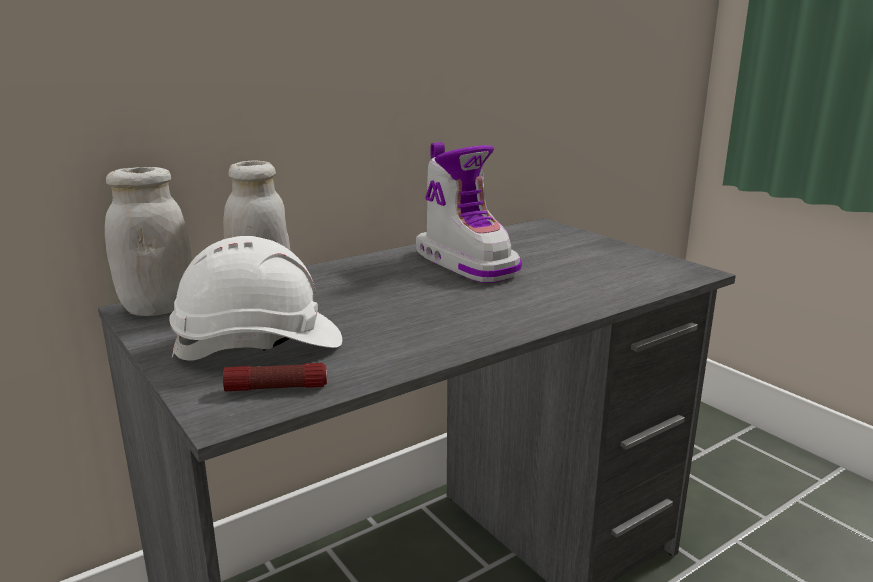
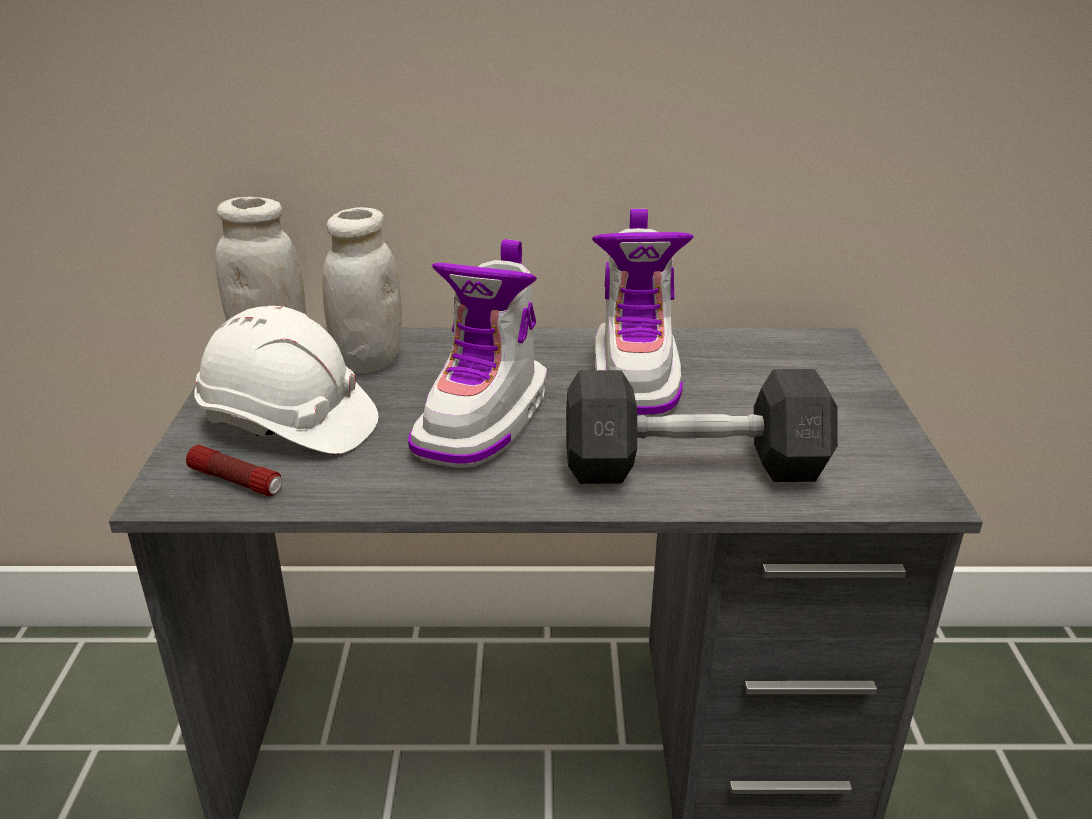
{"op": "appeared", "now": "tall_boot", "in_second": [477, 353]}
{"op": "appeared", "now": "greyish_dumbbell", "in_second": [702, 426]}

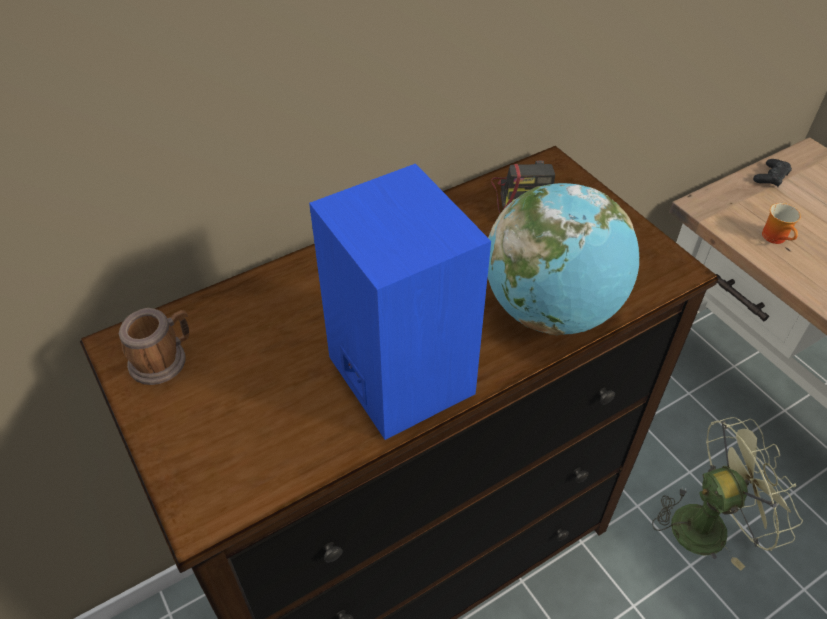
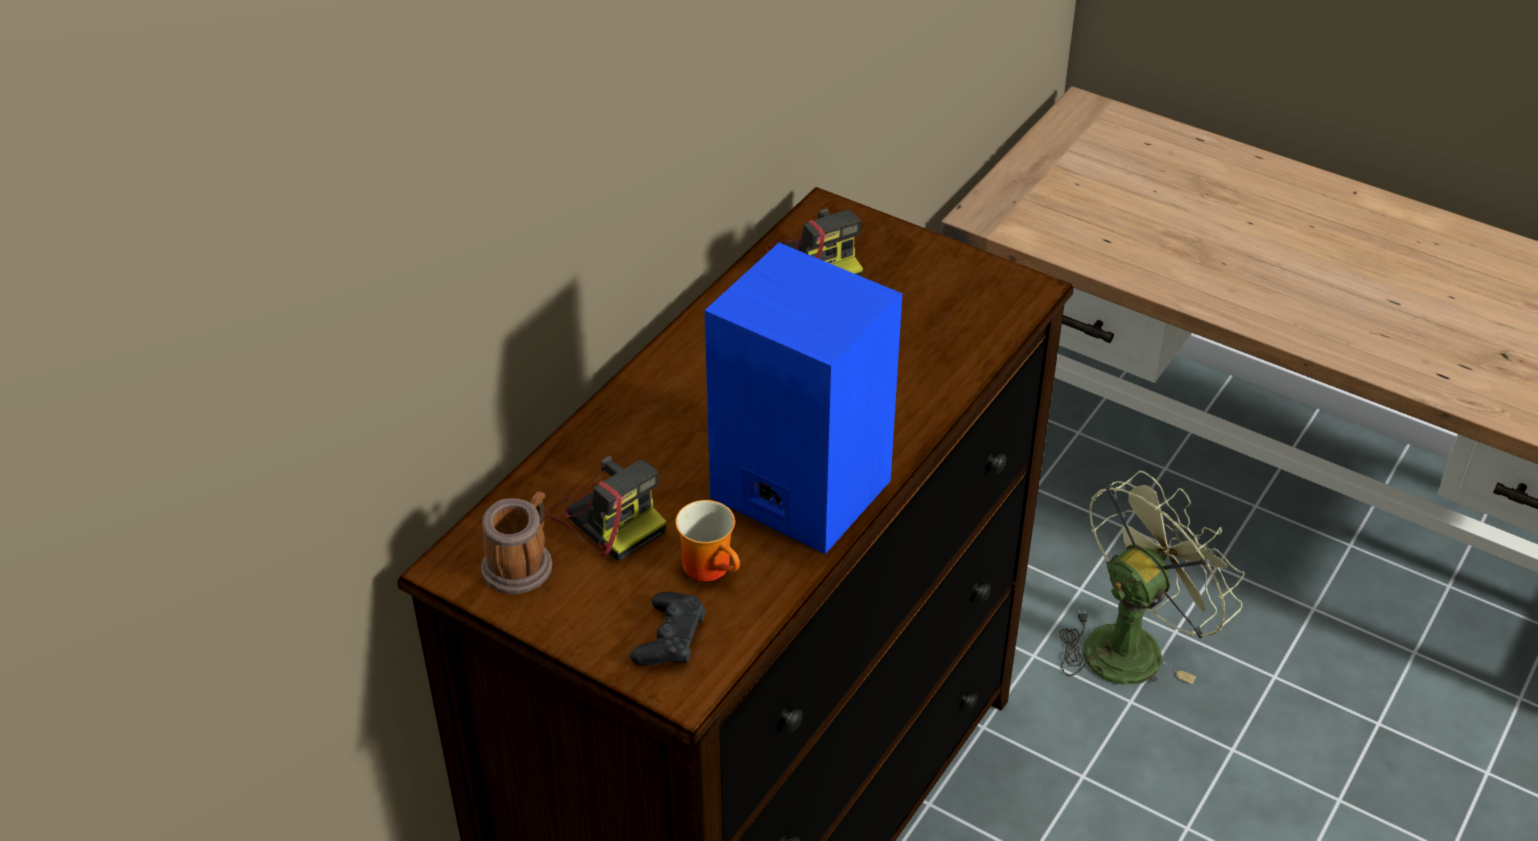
{"op": "missing", "was": "globe", "in_first": [563, 259]}
{"op": "relocated", "was": "black_game_controller", "in_first": [772, 173], "in_second": [668, 628]}
{"op": "relocated", "was": "coffee_mug", "in_first": [781, 223], "in_second": [707, 540]}
{"op": "appeared", "now": "still_camera", "in_second": [606, 509]}

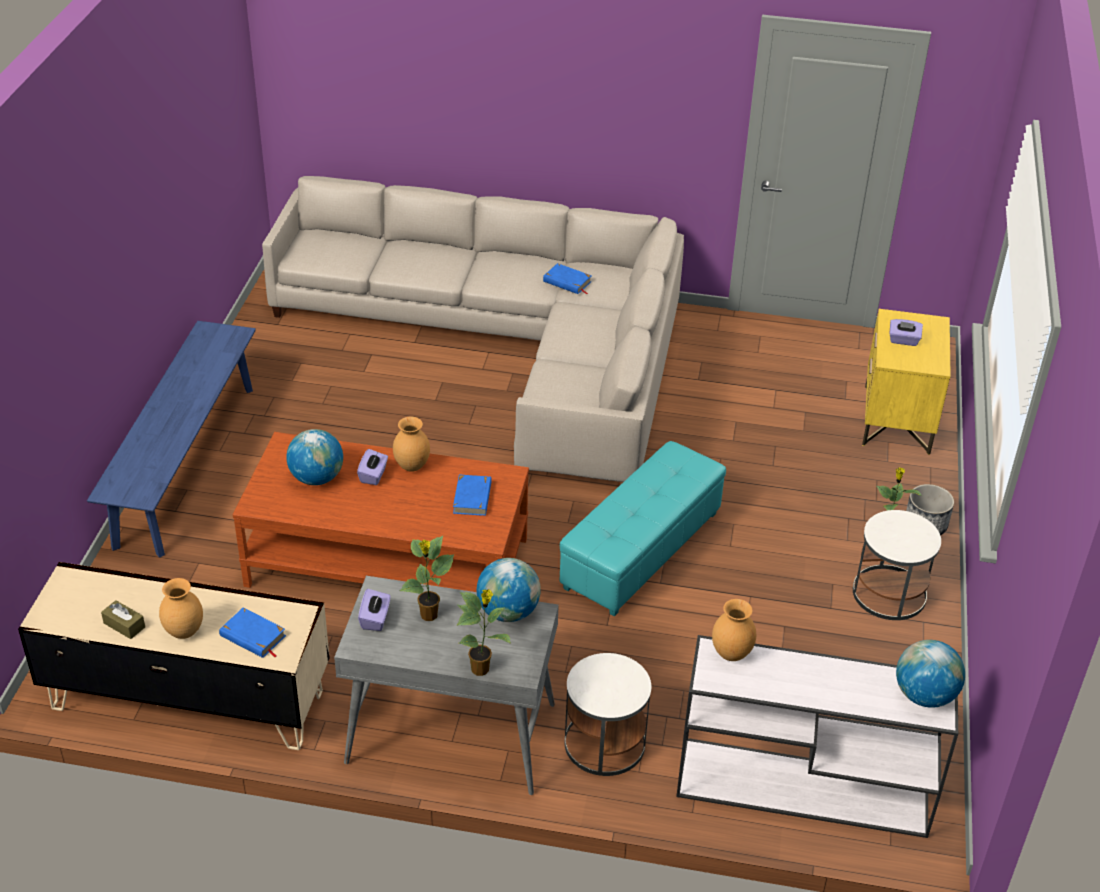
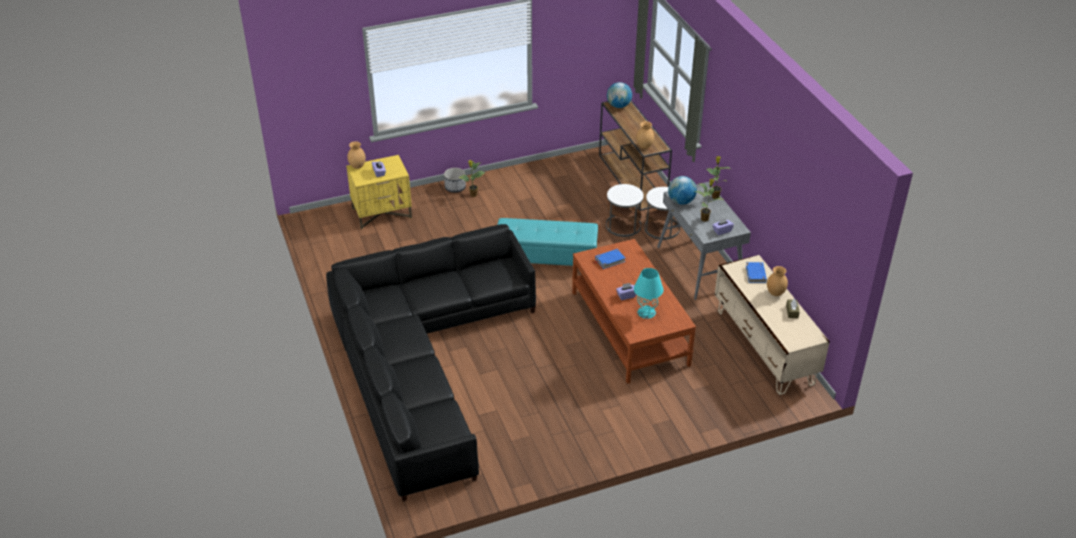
{"op": "missing", "was": "blue-coloured_bench", "in_first": [171, 439]}
{"op": "colour", "was": "beige-coloured_sofa", "now": "black_sofa", "in_first": [473, 329], "in_second": [431, 362]}
{"op": "exchanged", "was": "globe", "now": "turquoise-coloured_lamp_for_a_table", "in_first": [314, 457], "in_second": [649, 293]}
{"op": "relocated", "was": "brownish_decorative_vase", "in_first": [411, 444], "in_second": [356, 155]}
{"op": "missing", "was": "blue-coloured_bound_book", "in_first": [567, 278]}
{"op": "colour", "was": "white-coloured_console_table", "now": "brownish_console_table", "in_first": [817, 736], "in_second": [635, 155]}
{"op": "relocated", "was": "white-coloured_end_table", "in_first": [897, 565], "in_second": [625, 210]}

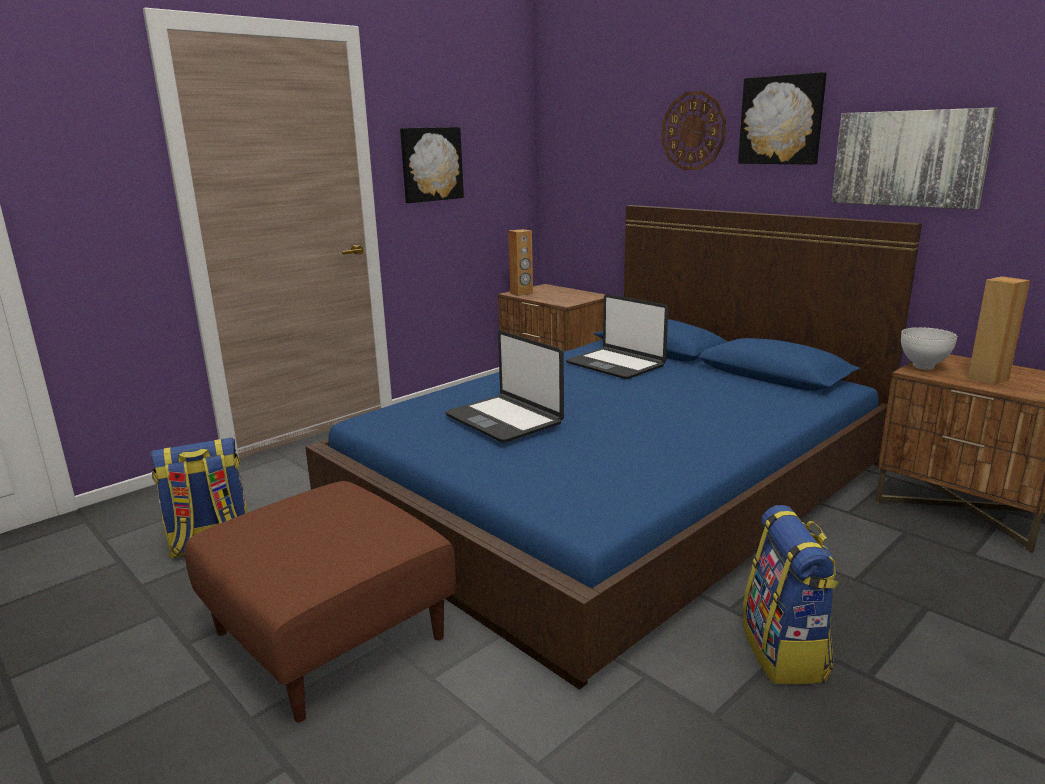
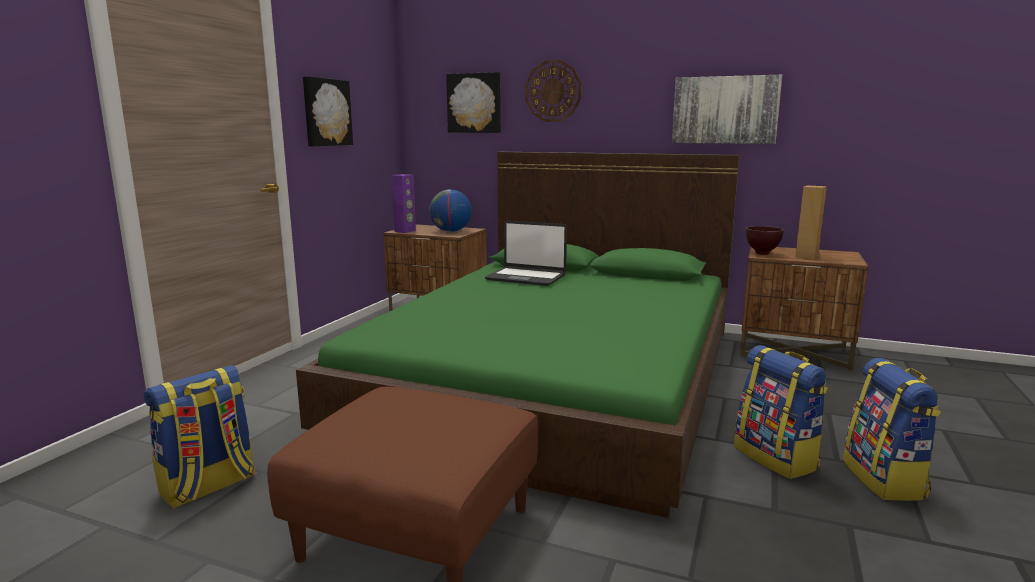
{"op": "colour", "was": "blue-coloured_bedroom_bed", "now": "greenish_bedroom_bed", "in_first": [613, 447], "in_second": [518, 335]}
{"op": "missing", "was": "portable_computer", "in_first": [504, 387]}
{"op": "colour", "was": "brownish_speaker", "now": "purple_speaker", "in_first": [520, 262], "in_second": [404, 203]}
{"op": "relocated", "was": "wall_art", "in_first": [782, 118], "in_second": [473, 102]}
{"op": "colour", "was": "white-coloured_serving_bowl", "now": "brownish_serving_bowl", "in_first": [929, 348], "in_second": [765, 240]}
{"op": "appeared", "now": "globe", "in_second": [450, 210]}
{"op": "appeared", "now": "backpack", "in_second": [892, 429]}

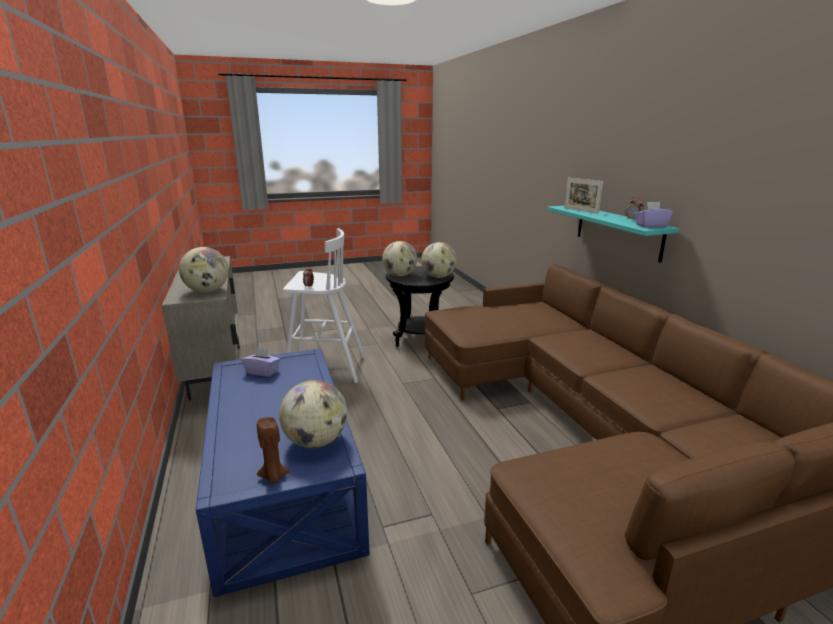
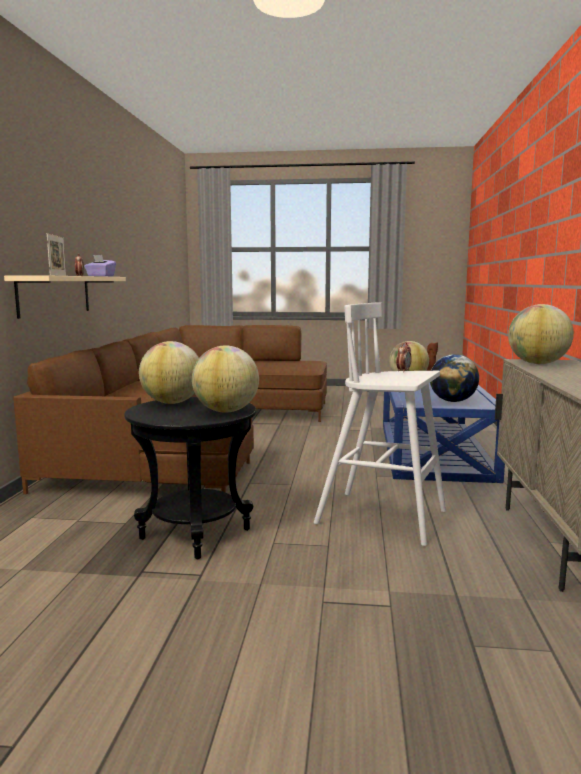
{"op": "exchanged", "was": "purple_tissue_box", "now": "globe", "in_first": [261, 362], "in_second": [454, 378]}
{"op": "colour", "was": "turquoise-coloured_shelf", "now": "beige-coloured_shelf", "in_first": [613, 234], "in_second": [65, 297]}

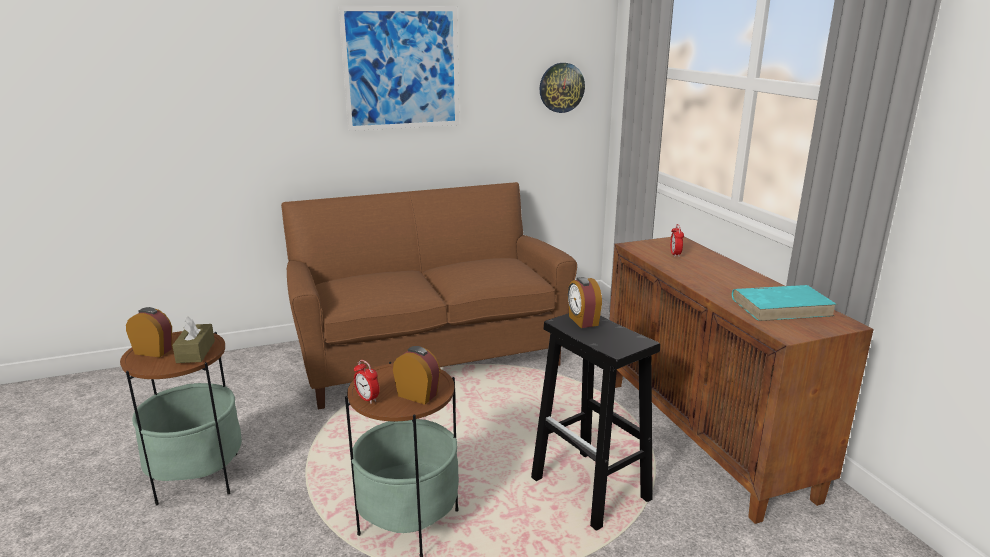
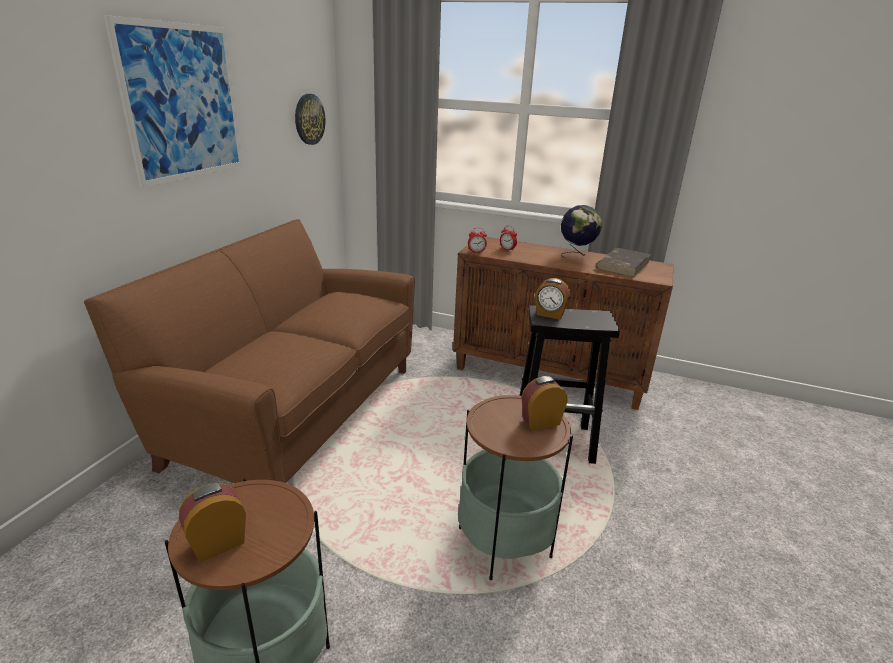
{"op": "missing", "was": "brownish_tissue_box", "in_first": [193, 339]}
{"op": "relocated", "was": "alarm_clock", "in_first": [367, 382], "in_second": [477, 240]}
{"op": "colour", "was": "turquoise-coloured_bound_book", "now": "brownish_bound_book", "in_first": [784, 303], "in_second": [623, 262]}
{"op": "appeared", "now": "globe", "in_second": [581, 231]}

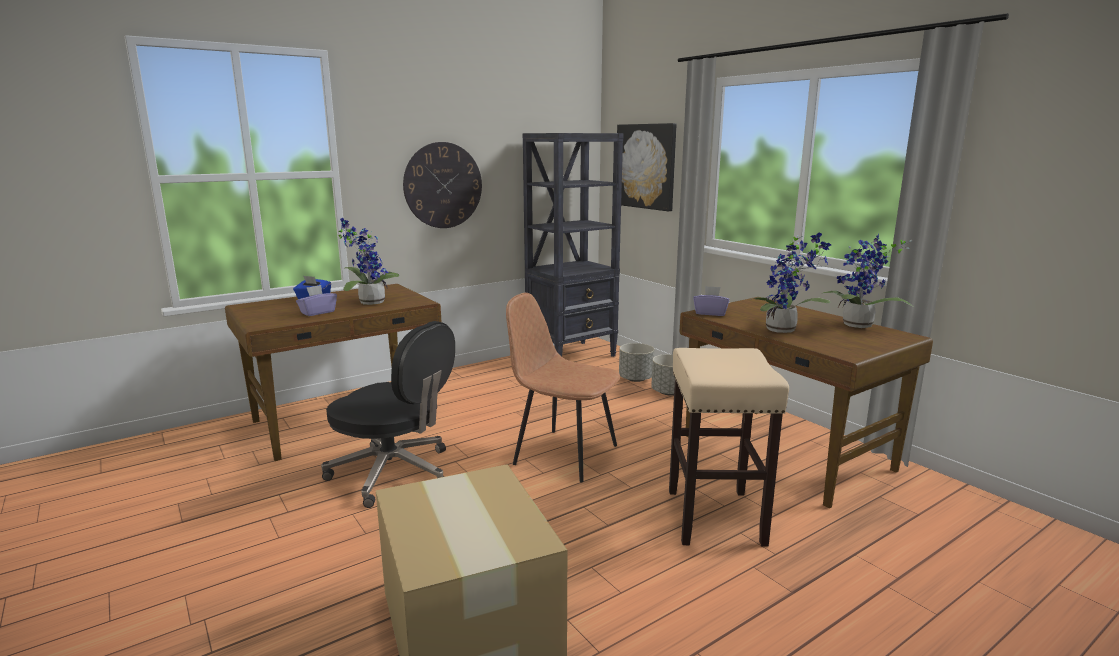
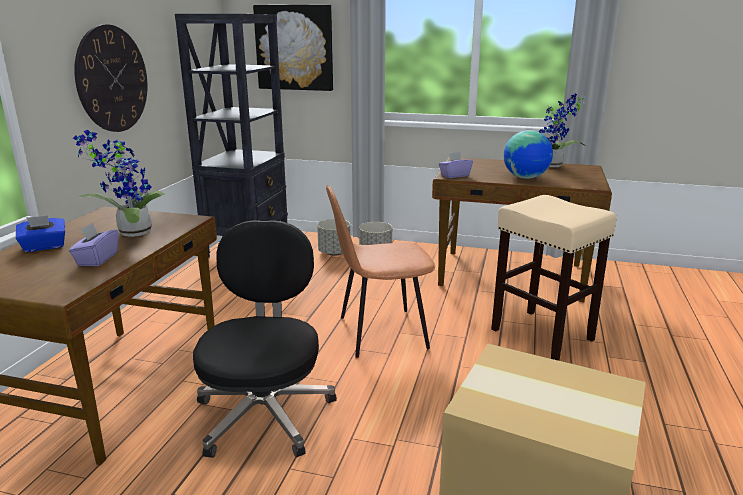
{"op": "spun", "was": "black_computer_chair", "in_first": [388, 414], "in_second": [265, 339], "clockwise": -75}
{"op": "exchanged", "was": "plant_in_a_pot", "now": "globe", "in_first": [790, 282], "in_second": [528, 154]}

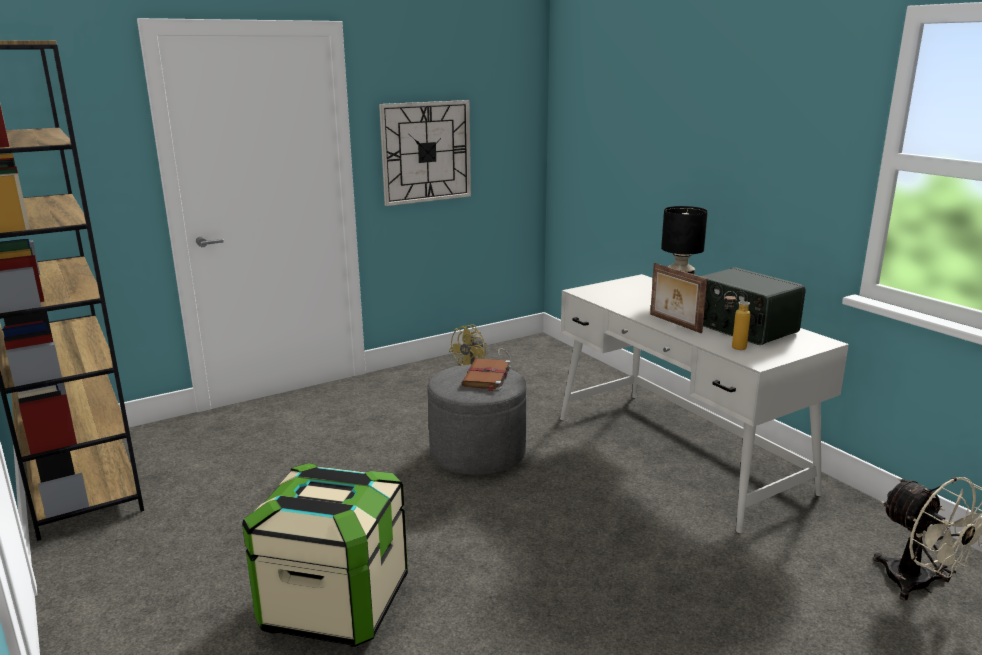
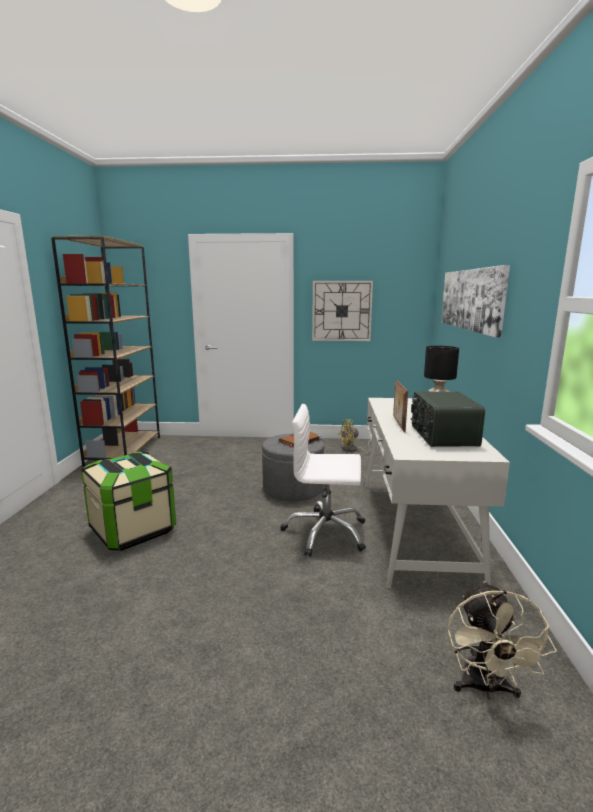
{"op": "missing", "was": "beverage_bottle", "in_first": [737, 320]}
{"op": "appeared", "now": "white-coloured_computer_chair", "in_second": [323, 480]}
{"op": "appeared", "now": "wall_art", "in_second": [475, 301]}

